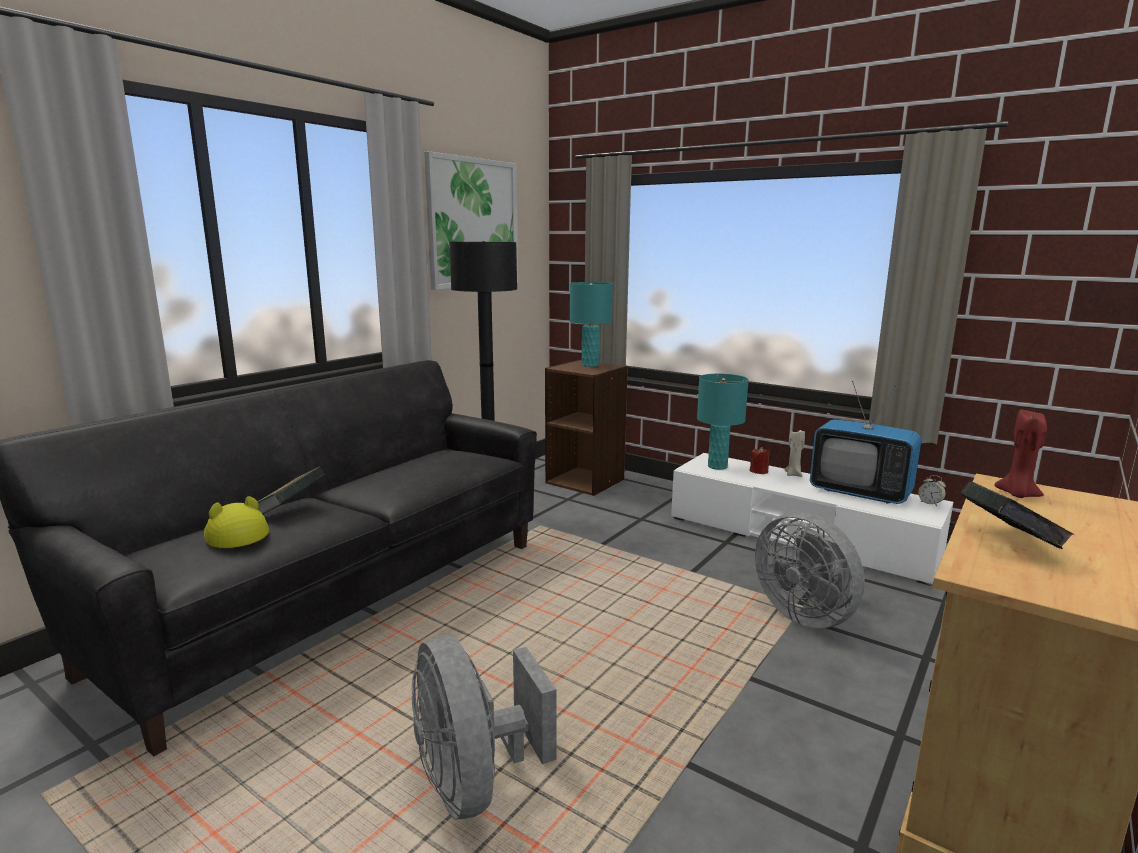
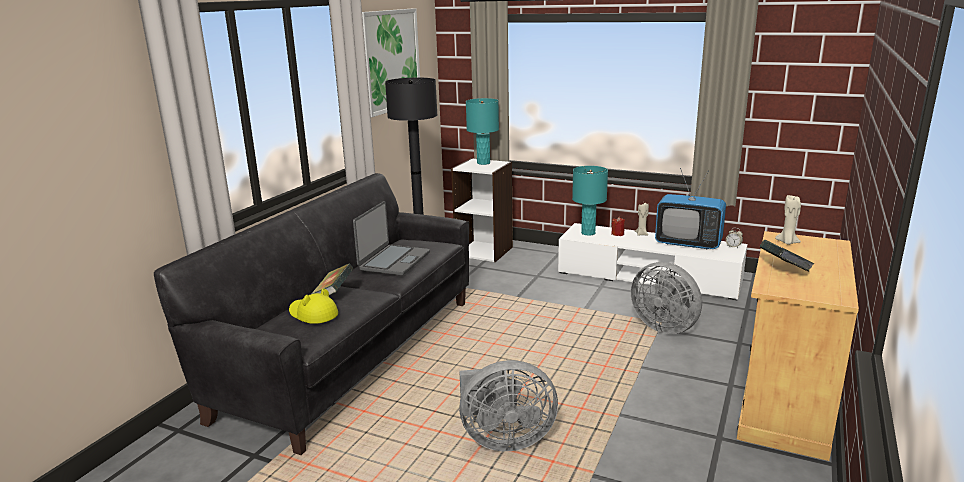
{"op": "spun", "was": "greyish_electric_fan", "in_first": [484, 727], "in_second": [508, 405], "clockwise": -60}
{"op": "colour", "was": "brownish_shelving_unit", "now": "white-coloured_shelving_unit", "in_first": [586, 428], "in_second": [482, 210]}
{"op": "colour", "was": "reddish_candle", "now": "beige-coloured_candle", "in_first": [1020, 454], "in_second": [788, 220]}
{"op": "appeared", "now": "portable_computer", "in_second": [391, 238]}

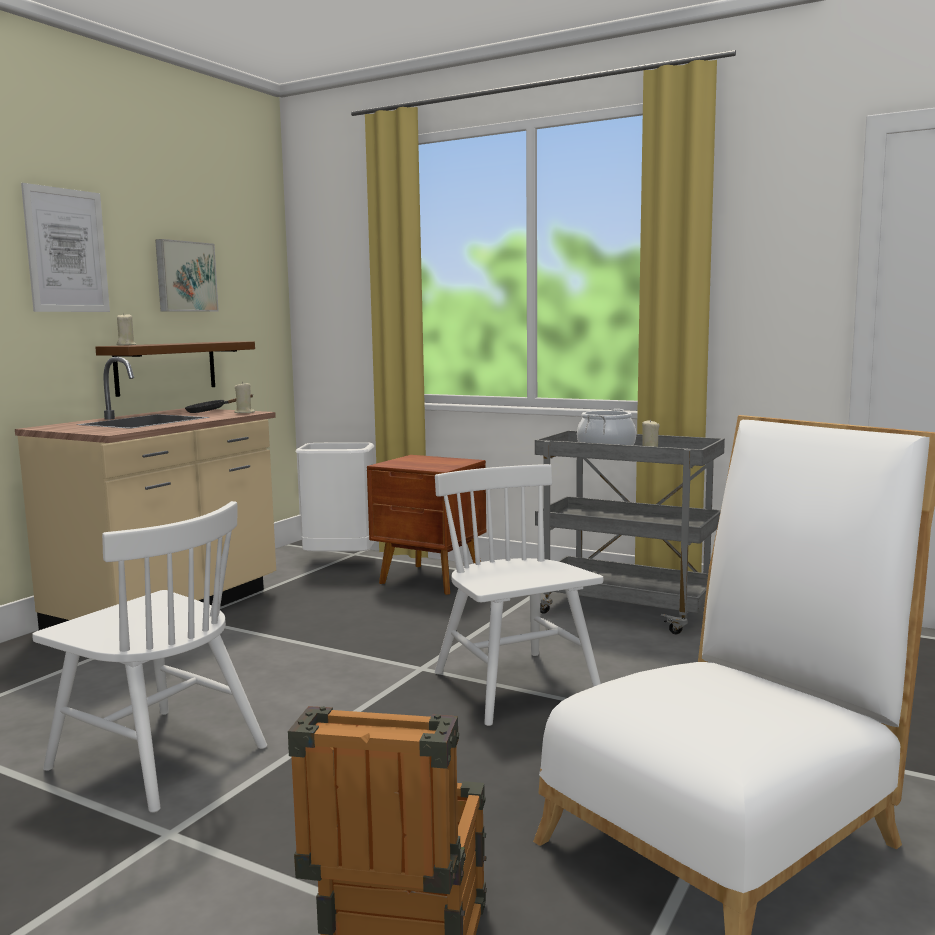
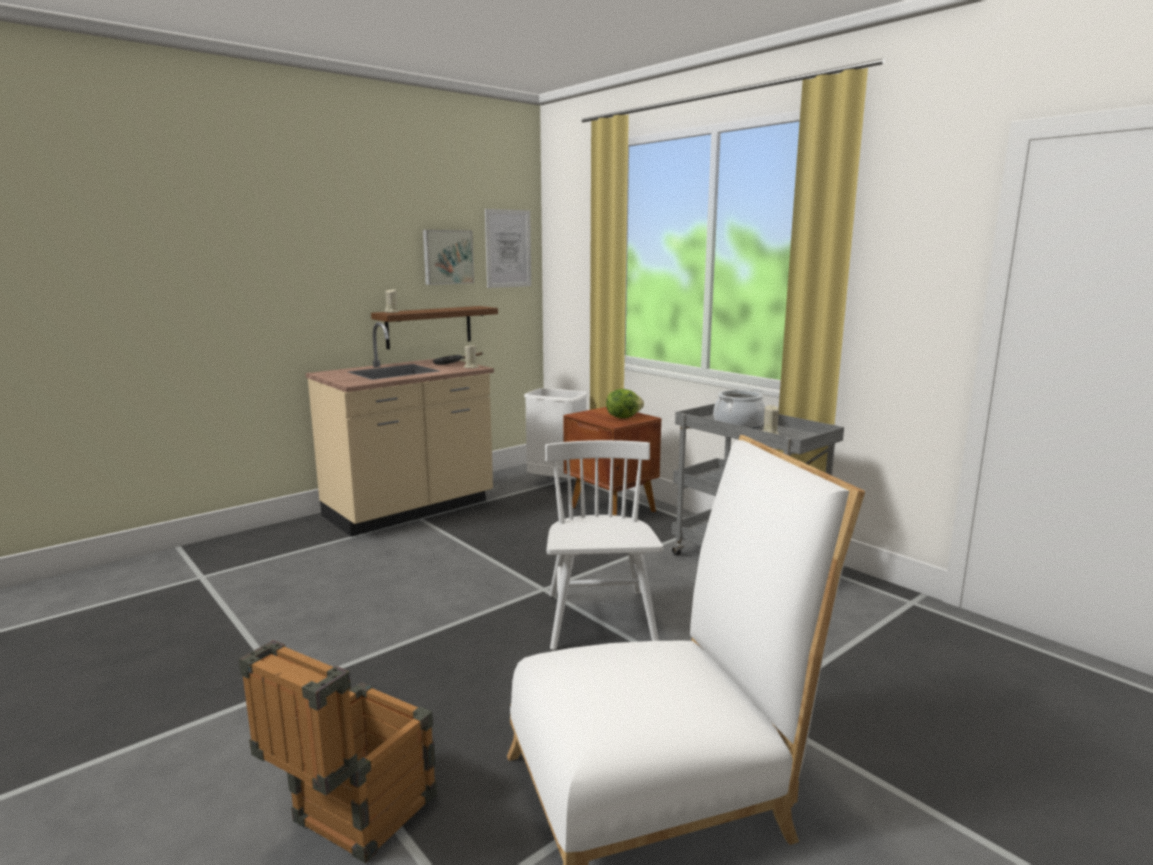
{"op": "relocated", "was": "wall_art", "in_first": [65, 247], "in_second": [508, 248]}
{"op": "missing", "was": "white-coloured_chair", "in_first": [149, 657]}
{"op": "appeared", "now": "head_of_lettuce", "in_second": [625, 403]}

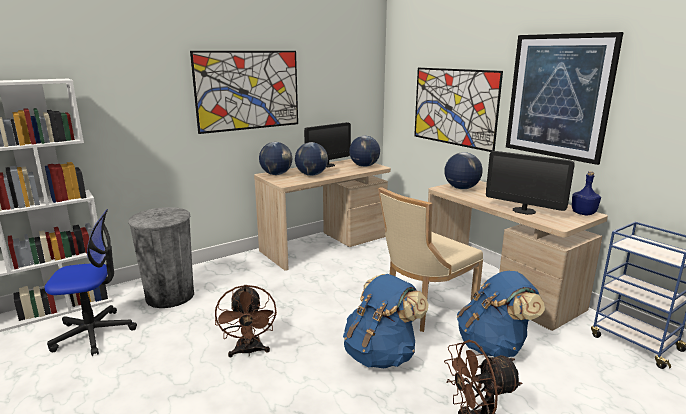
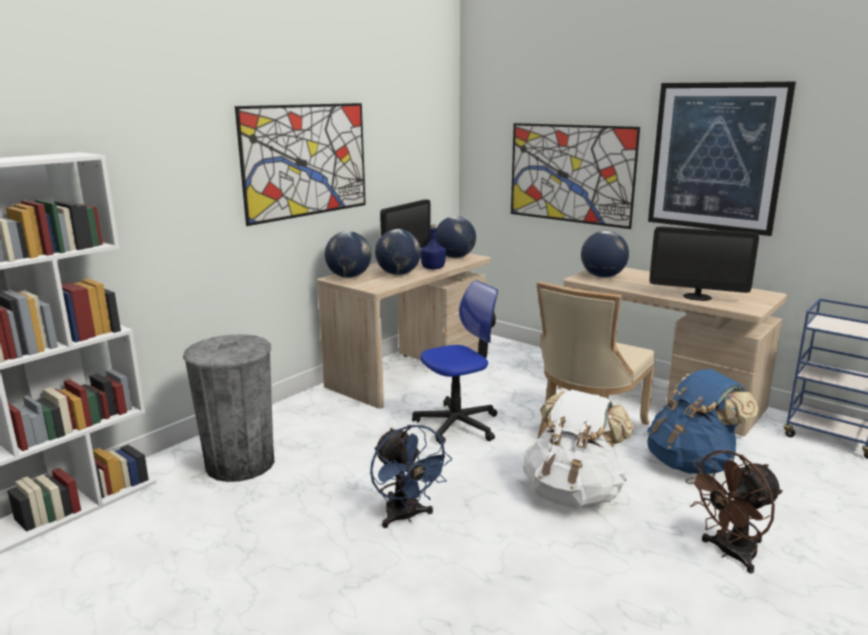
{"op": "relocated", "was": "computer_chair", "in_first": [91, 282], "in_second": [455, 362]}
{"op": "colour", "was": "brownish_electric_fan", "now": "blue-coloured_electric_fan", "in_first": [246, 321], "in_second": [411, 476]}
{"op": "colour", "was": "blue-coloured_backpack", "now": "white-coloured_backpack", "in_first": [386, 321], "in_second": [578, 449]}
{"op": "relocated", "was": "blue-coloured_beverage_bottle", "in_first": [586, 193], "in_second": [433, 247]}

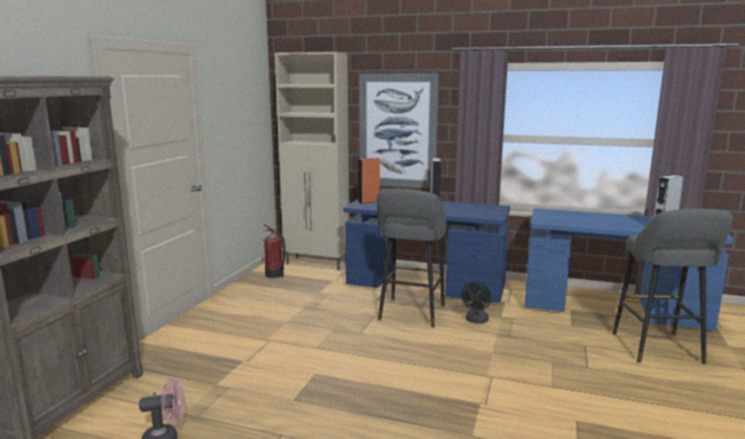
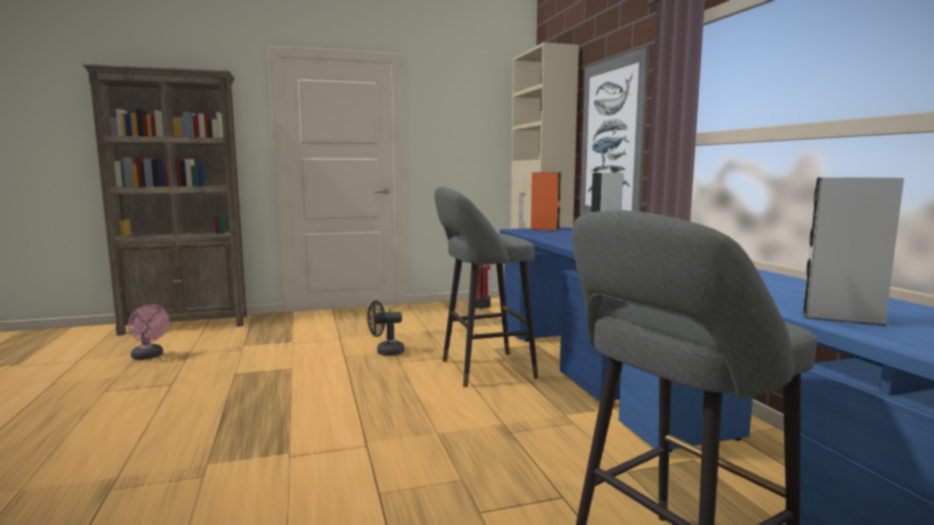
{"op": "relocated", "was": "black_electric_fan", "in_first": [476, 303], "in_second": [386, 328]}

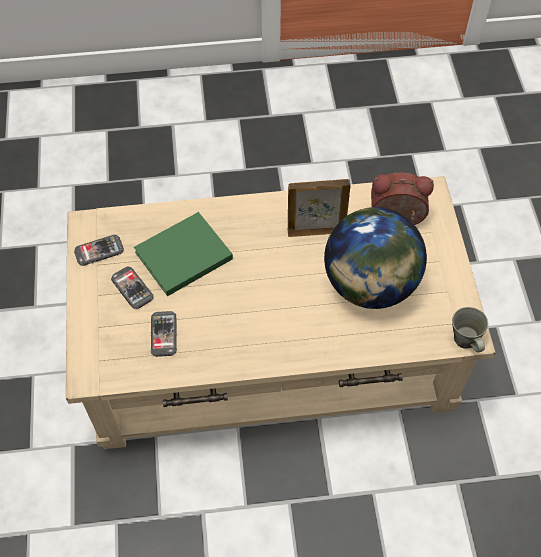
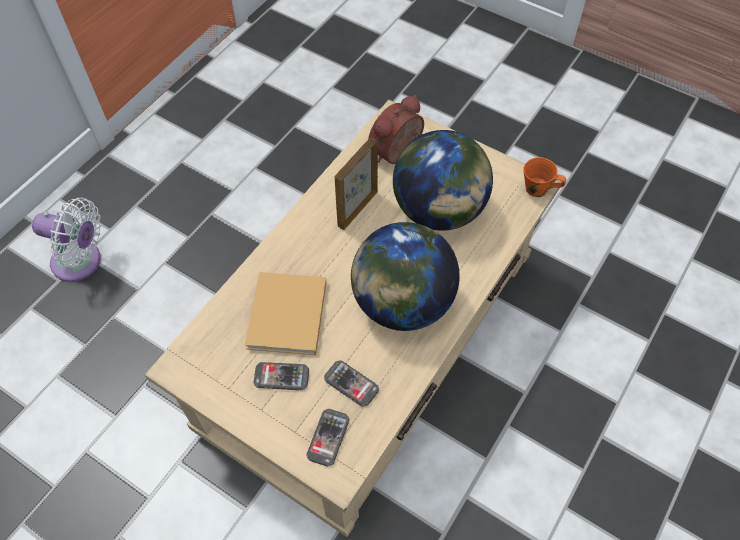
{"op": "relocated", "was": "phone", "in_first": [99, 250], "in_second": [328, 437]}
{"op": "colour", "was": "greenish_bound_book", "now": "beige-coloured_bound_book", "in_first": [183, 254], "in_second": [286, 313]}
{"op": "colour", "was": "greyish_coffee_mug", "now": "orange_coffee_mug", "in_first": [470, 329], "in_second": [544, 177]}
{"op": "appeared", "now": "white-coloured_electric_fan", "in_second": [66, 240]}
{"op": "appeared", "now": "globe", "in_second": [405, 276]}

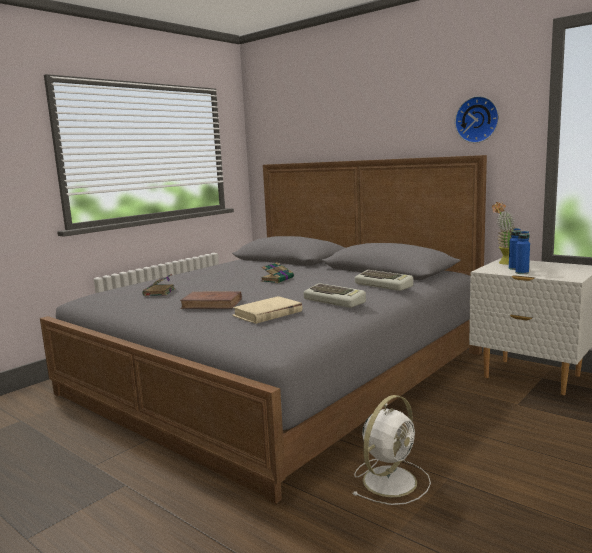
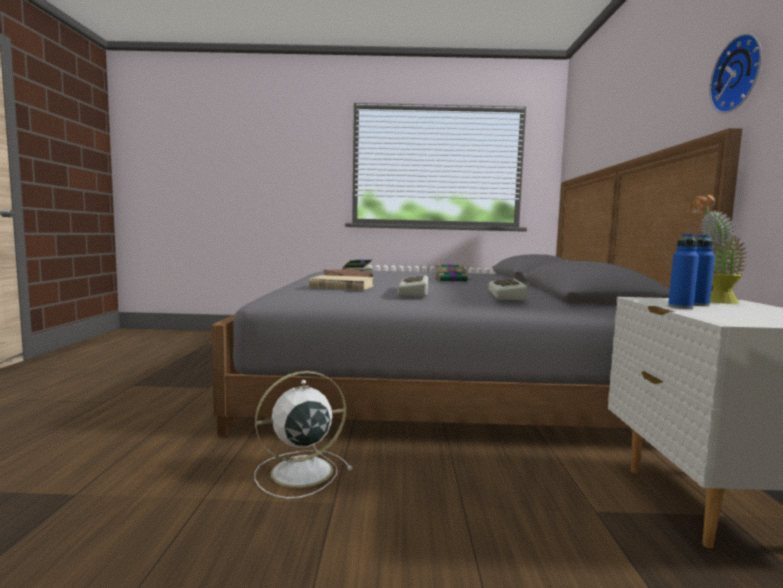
{"op": "spun", "was": "white-coloured_electric_fan", "in_first": [392, 450], "in_second": [303, 435], "clockwise": 150}

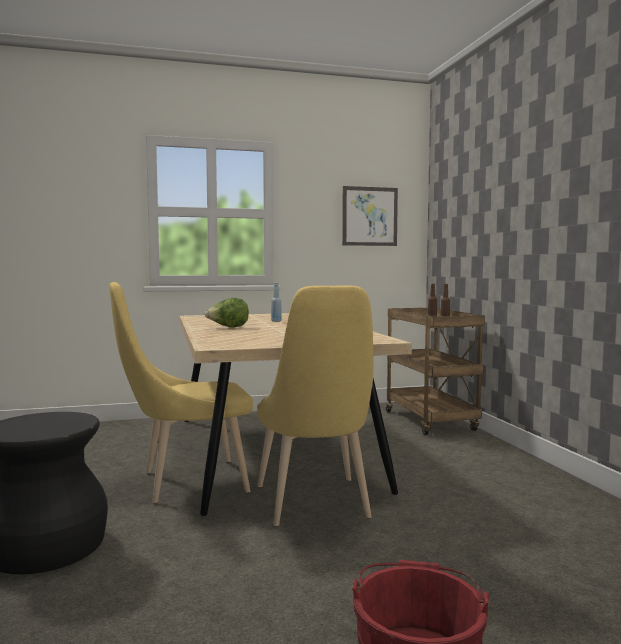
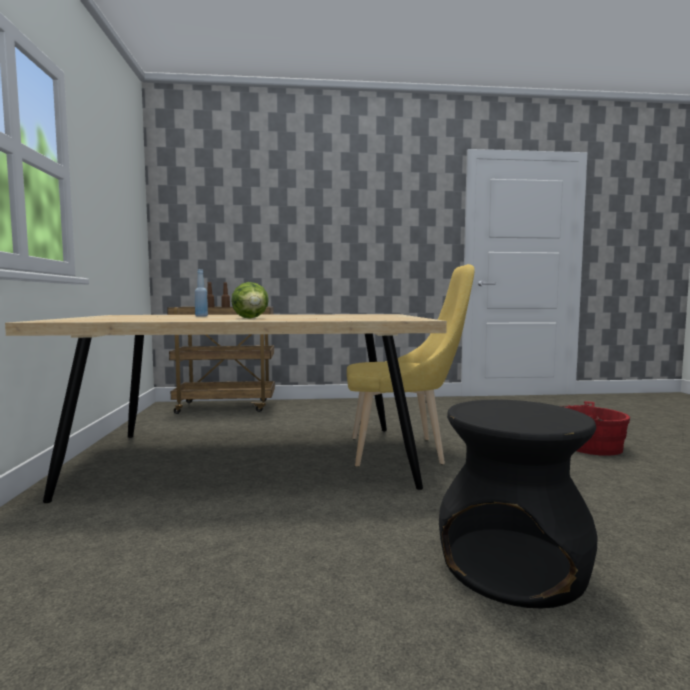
{"op": "missing", "was": "yellowish_chair", "in_first": [181, 392]}
{"op": "missing", "was": "wall_art", "in_first": [370, 216]}

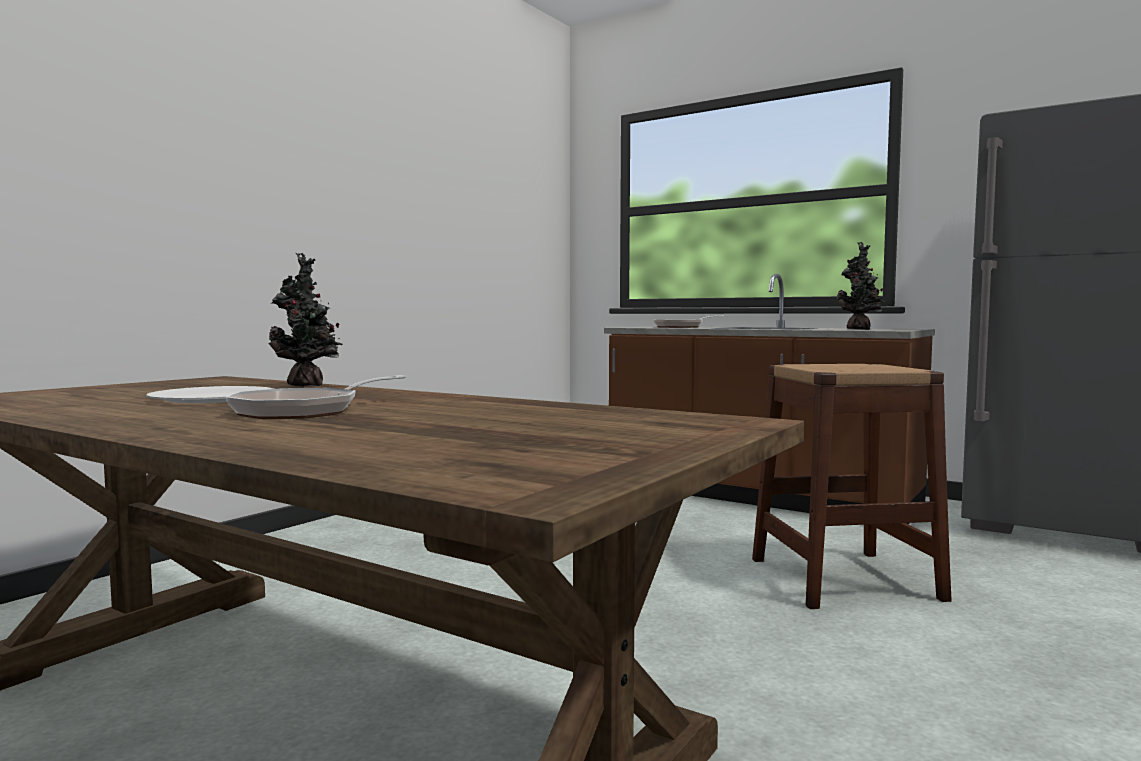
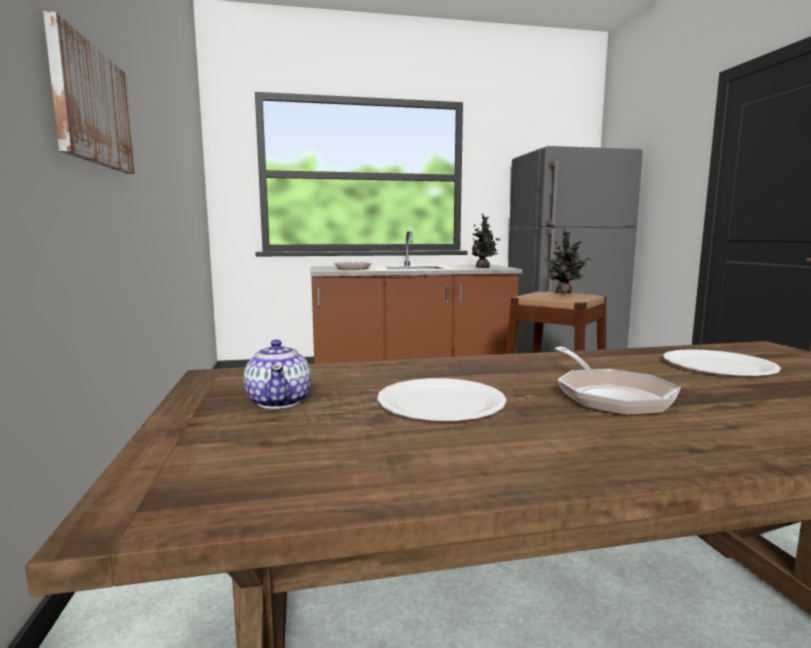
{"op": "relocated", "was": "plant_in_a_pot", "in_first": [305, 319], "in_second": [568, 261]}
{"op": "appeared", "now": "wall_art", "in_second": [89, 92]}
{"op": "appeared", "now": "tea_pot", "in_second": [277, 374]}
{"op": "appeared", "now": "white-coloured_flat_dish", "in_second": [722, 362]}

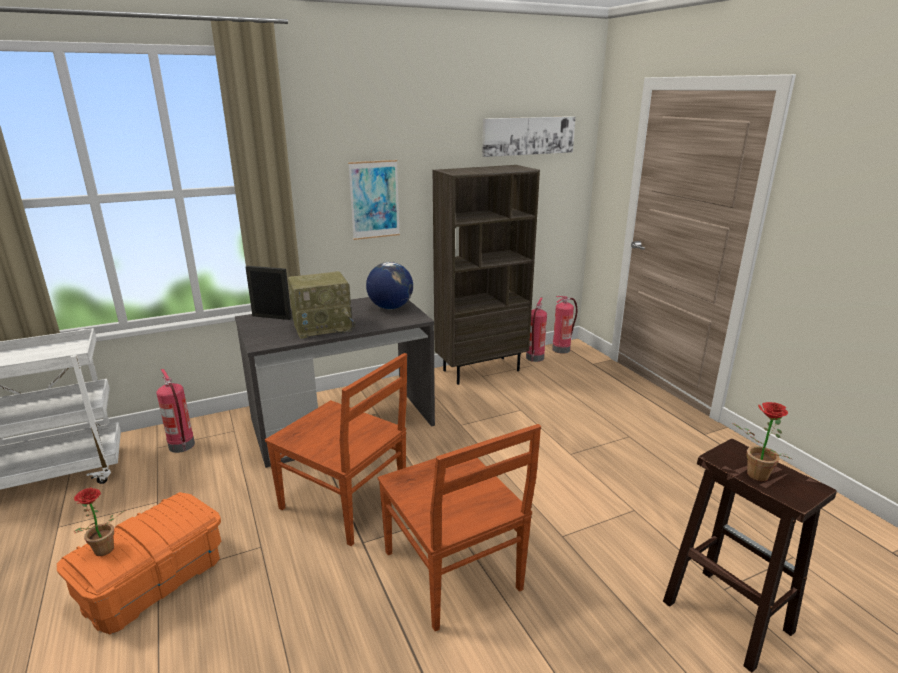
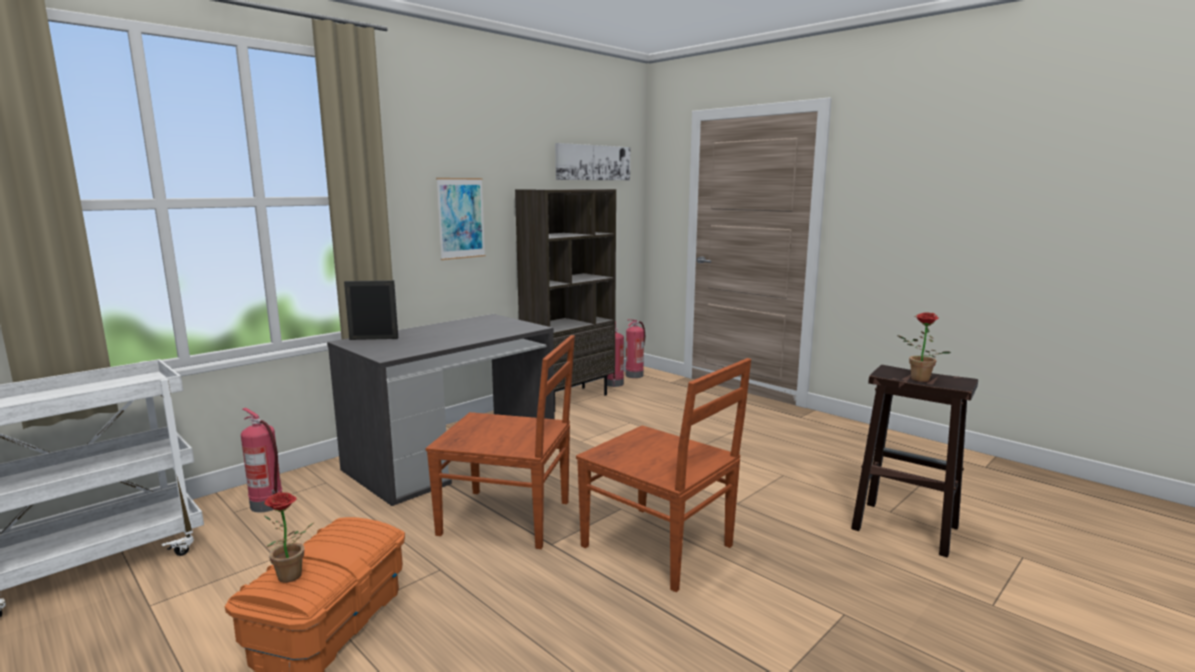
{"op": "missing", "was": "radio_set", "in_first": [321, 305]}
{"op": "missing", "was": "globe", "in_first": [389, 285]}

